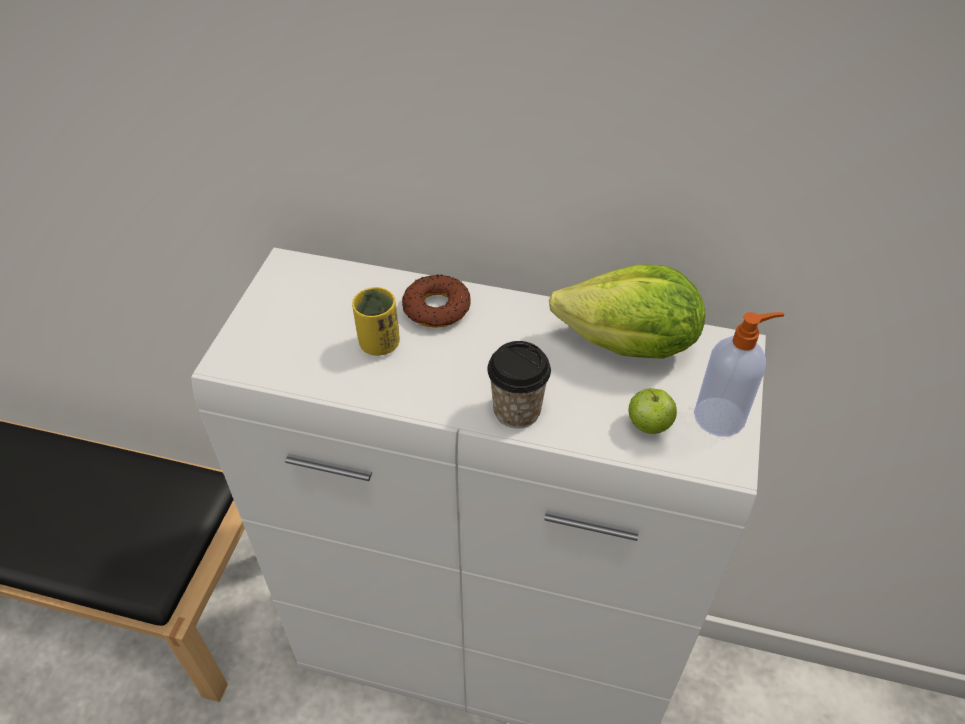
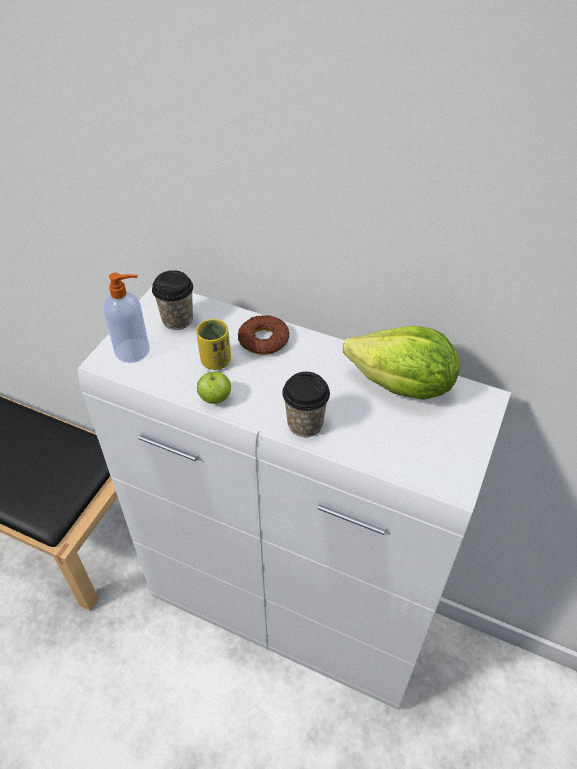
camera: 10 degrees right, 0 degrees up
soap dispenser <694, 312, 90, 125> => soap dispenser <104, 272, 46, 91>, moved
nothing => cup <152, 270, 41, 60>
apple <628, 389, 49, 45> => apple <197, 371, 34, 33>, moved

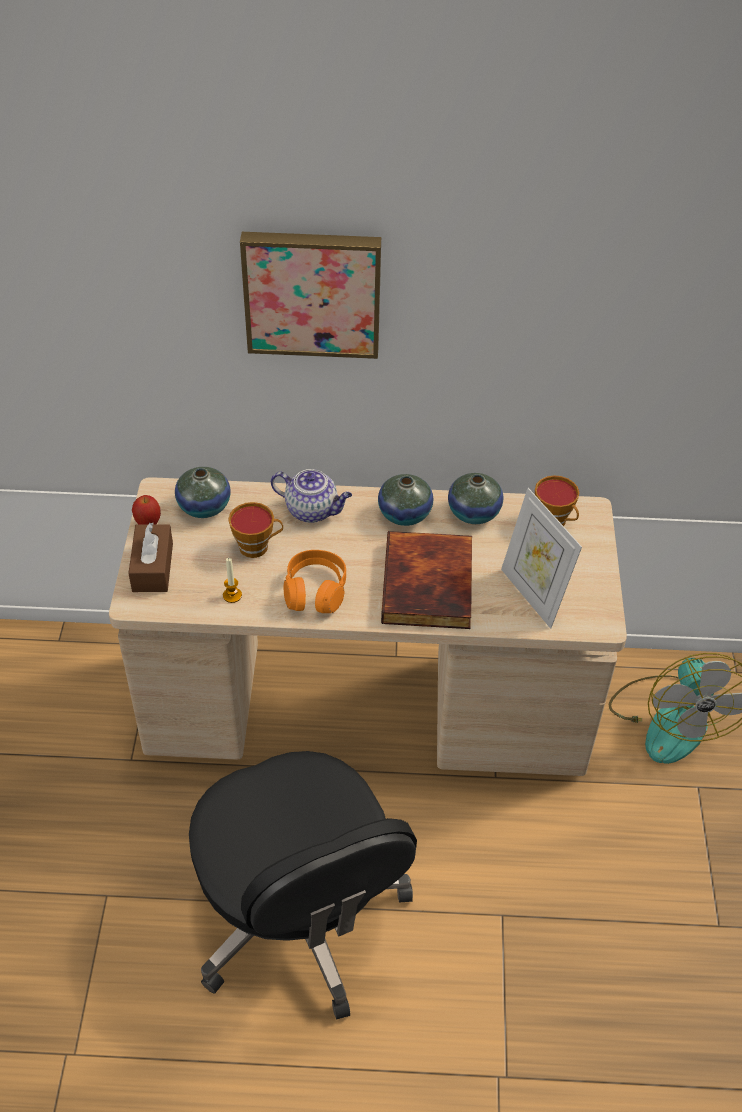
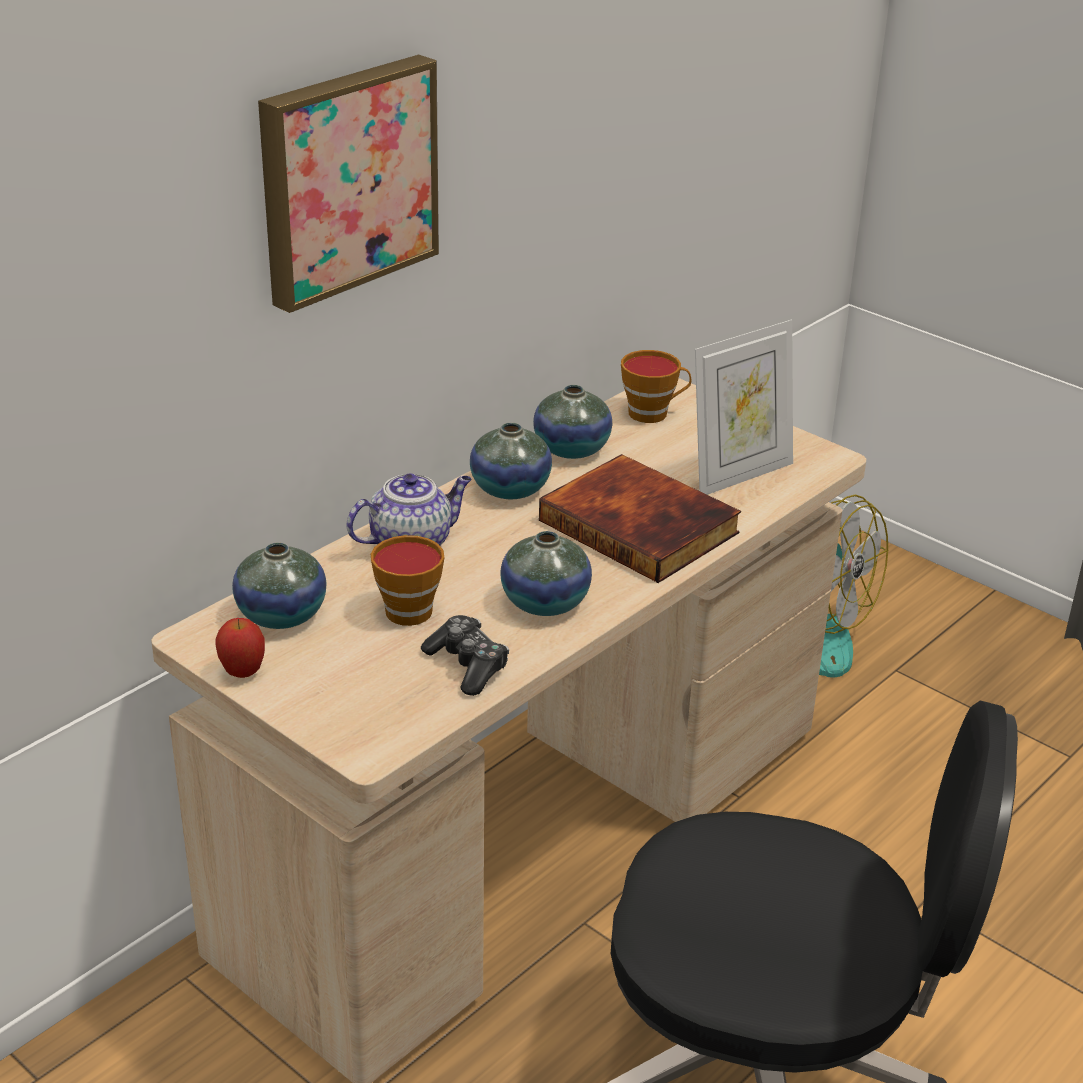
camera: 50 degrees left, 15 degrees down
candle <223, 558, 19, 45> => game controller <421, 615, 88, 81>
orange headphones <284, 550, 62, 63> => vase <500, 531, 92, 85>
picture frame <501, 488, 81, 141> => picture frame <695, 320, 98, 175>, 45 degrees counterclockwise
brown tissue box <128, 522, 45, 70> => nothing

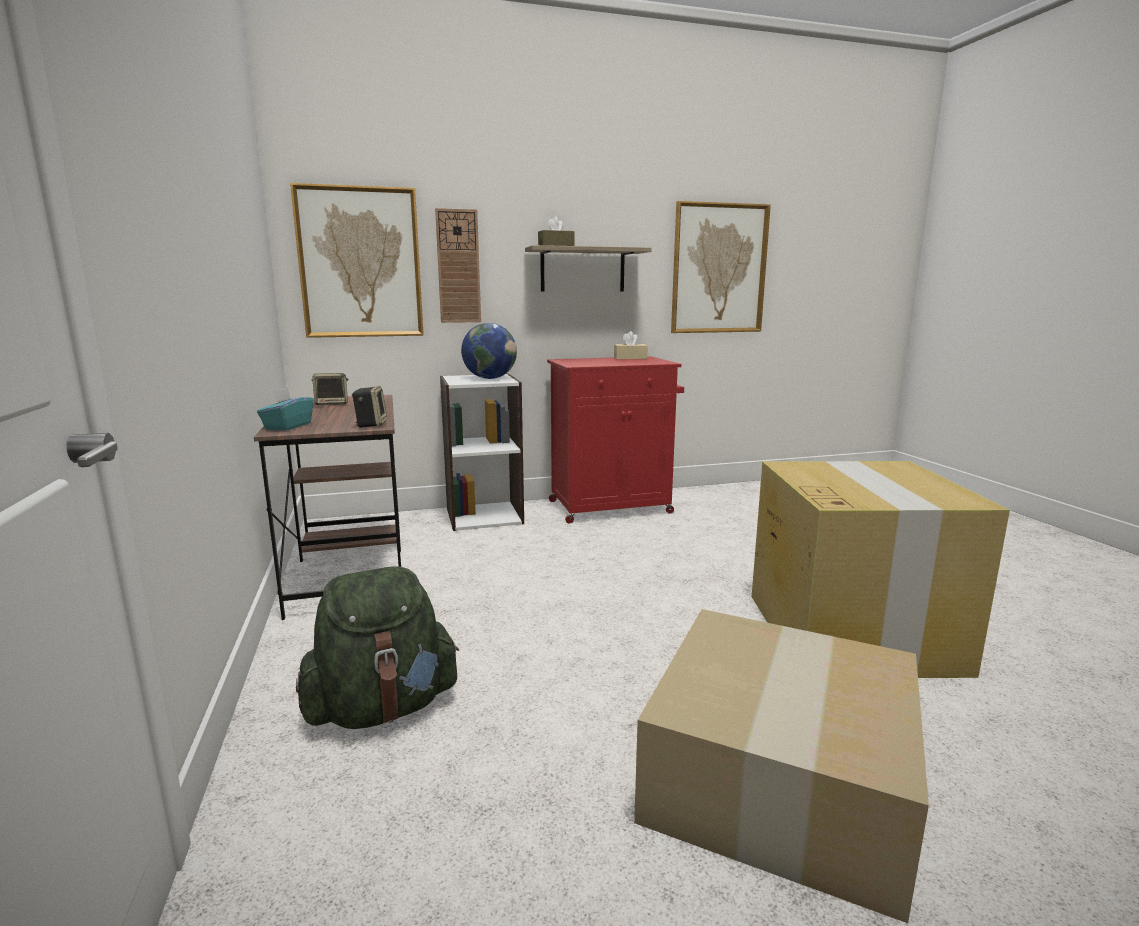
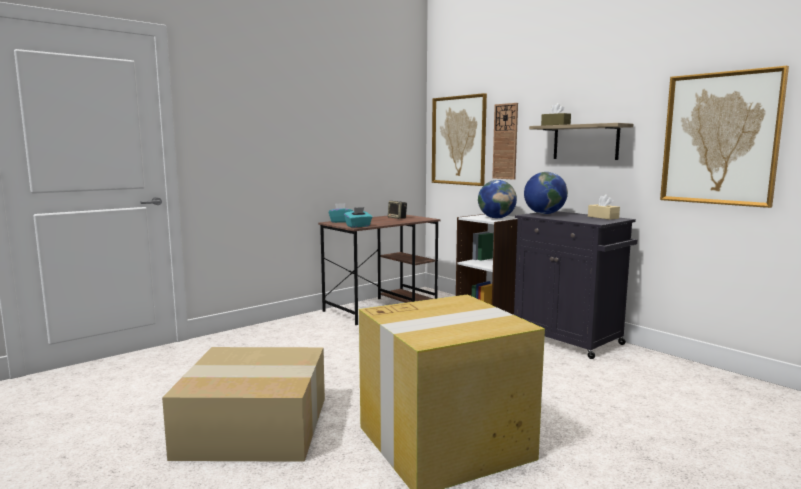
camera: 65 degrees right, 5 degrees down
speaker <352, 386, 35, 42> => turquoise tissue box <344, 207, 28, 21>
red cabinet <547, 356, 137, 167> => black cabinet <514, 211, 124, 148>
nothing => globe <524, 172, 44, 42>
green backpack <296, 566, 164, 163> => nothing

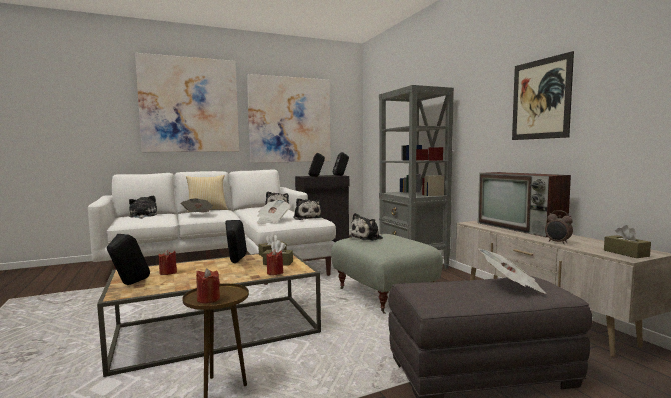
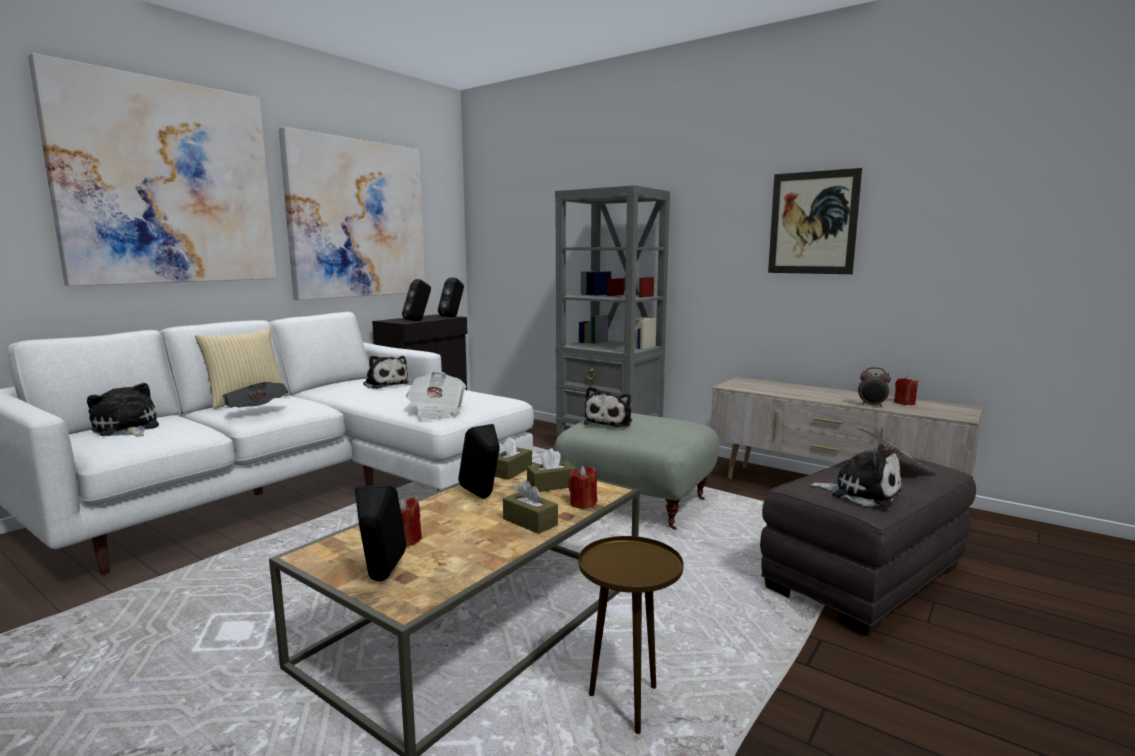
camera: 30 degrees left, 5 degrees up
brown tissue box <604, 225, 47, 33> => brown tissue box <503, 481, 55, 53>, moved
plush toy <293, 198, 28, 22> => plush toy <810, 444, 91, 64>, moved
red candle <196, 268, 24, 36> => red candle <894, 375, 25, 30>, moved
television <478, 172, 93, 65> => nothing

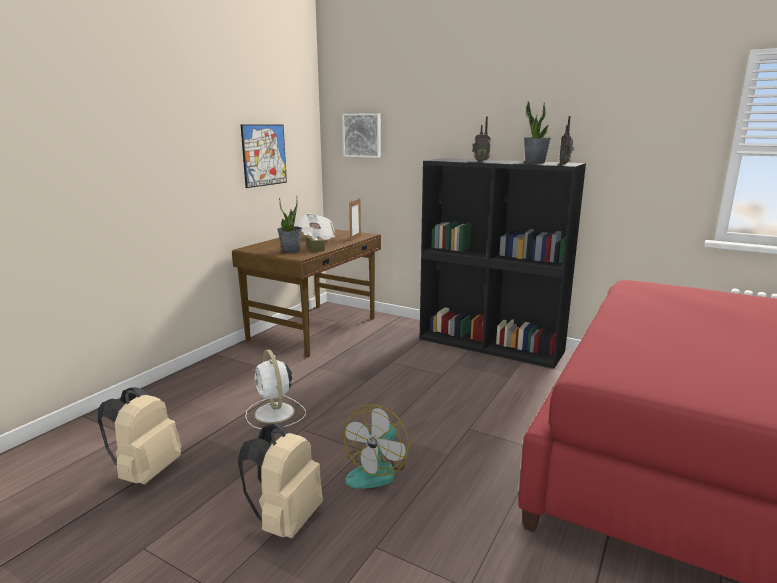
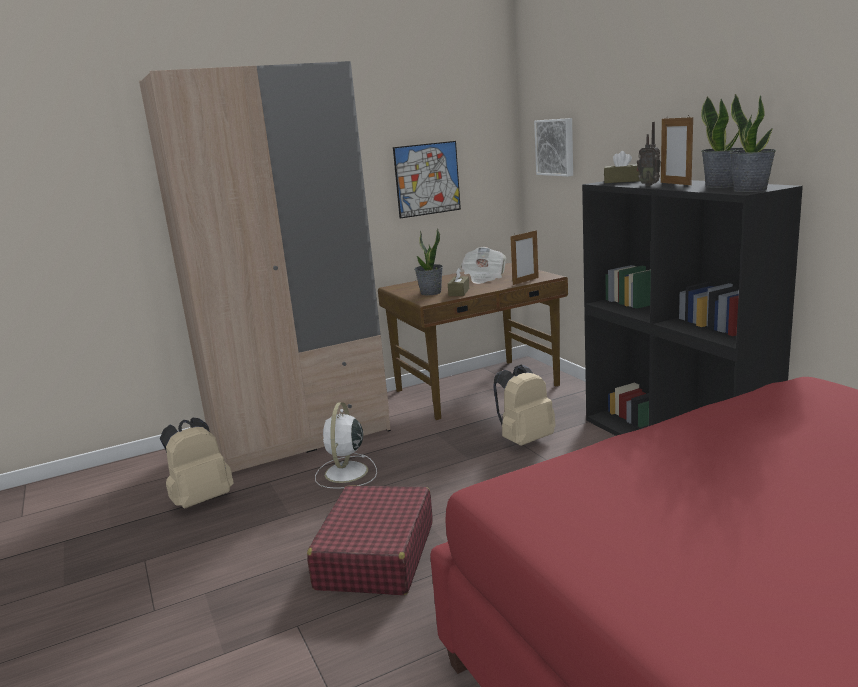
camera: 35 degrees right, 0 degrees up
nothing => beige wardrobe <139, 61, 252, 411>
fan <344, 404, 65, 85> => red suitcase <307, 485, 125, 110>
beige backpack <238, 423, 85, 115> => beige backpack <493, 365, 63, 81>, moved
nothing => brown tissue box <604, 151, 36, 32>
nothing => picture frame <661, 116, 32, 69>
radio <559, 116, 15, 49> => potted plant <730, 94, 46, 98>

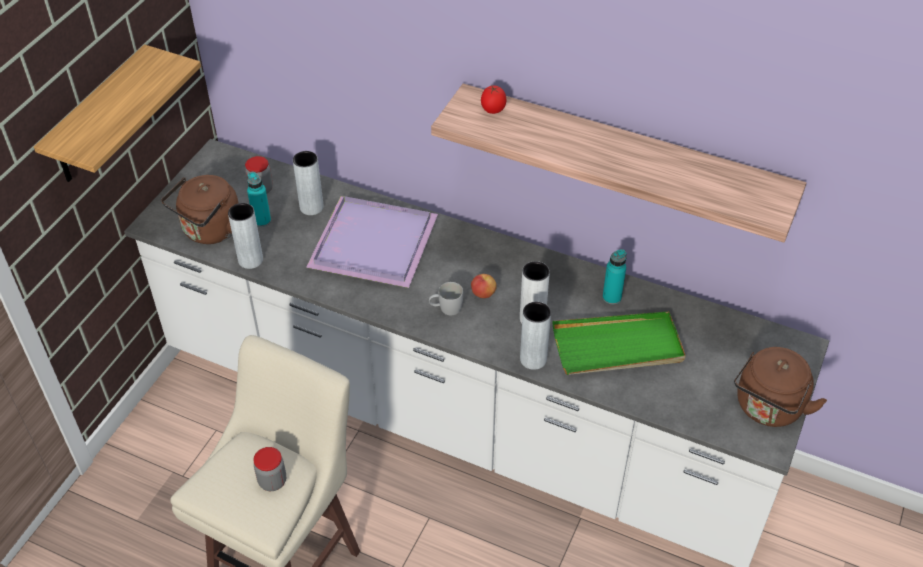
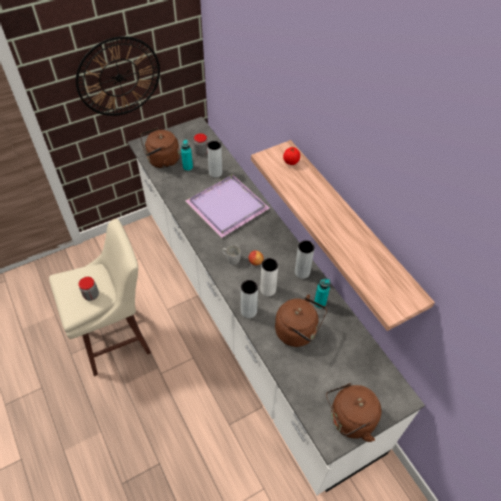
camera: 35 degrees right, 5 degrees up
shelf <34, 44, 167, 138> => wall clock <76, 36, 84, 80>
green tray <553, 311, 133, 64> => brown kettle <275, 294, 52, 53>
grey vase <228, 203, 35, 66> => grey vase <295, 240, 20, 39>, moved

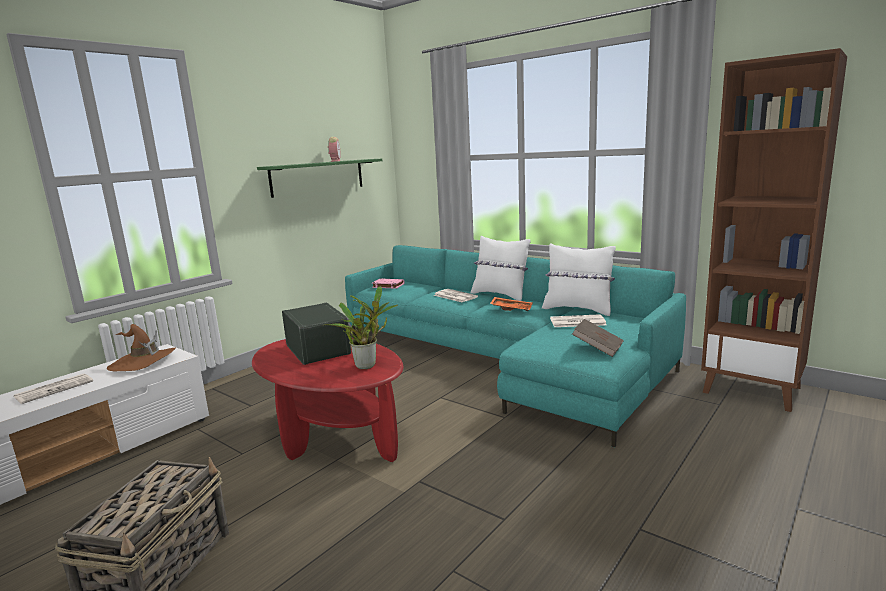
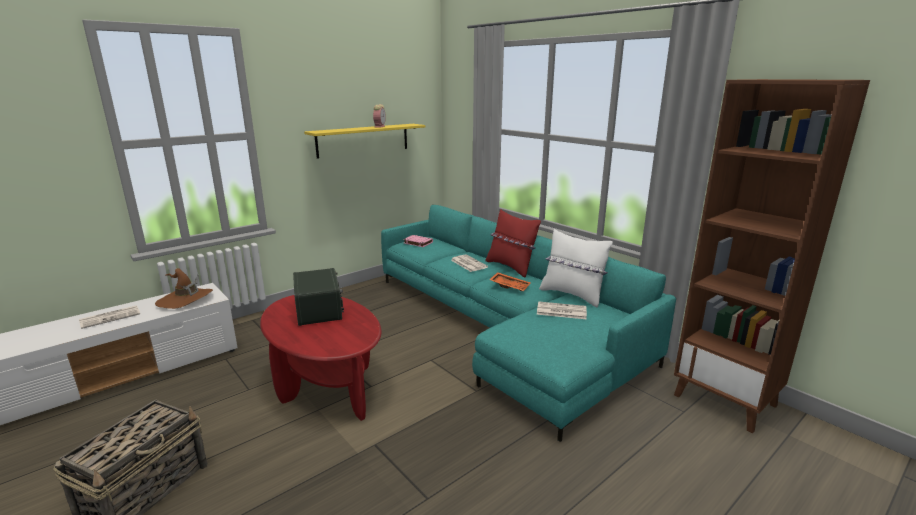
camera: 10 degrees right, 5 degrees up
green shelf <257, 159, 125, 39> => yellow shelf <304, 124, 121, 35>
white pillow <471, 236, 60, 65> => red pillow <485, 209, 56, 69>
potted plant <322, 286, 76, 83> => nothing
brown book <572, 319, 52, 38> => nothing

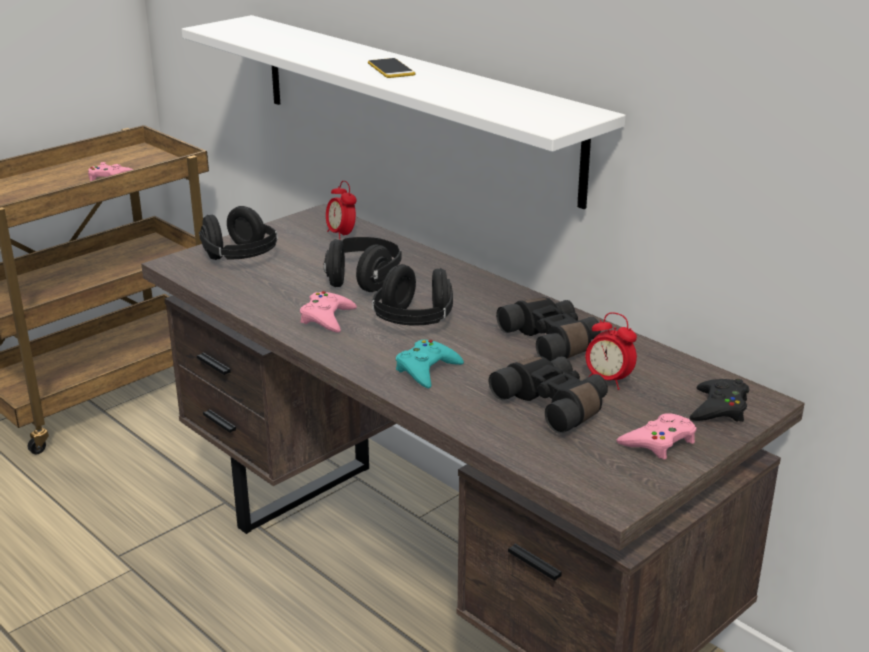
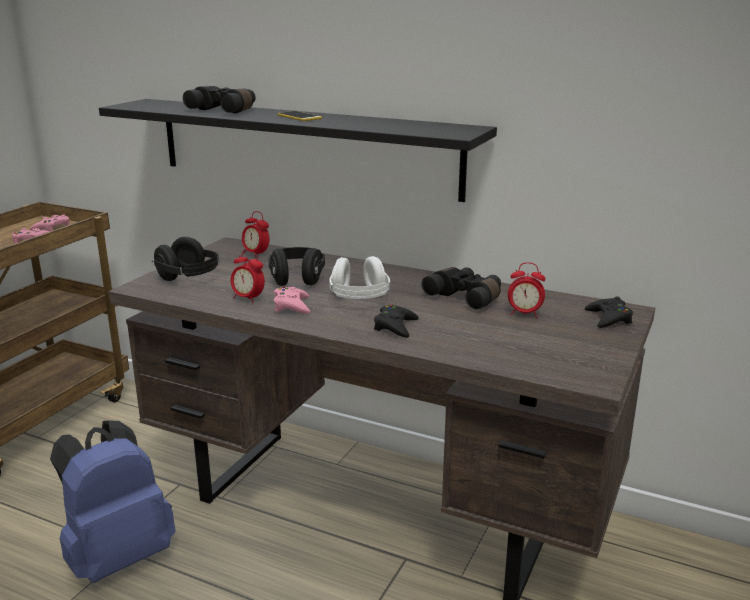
camera: 20 degrees left, 5 degrees down
pink game controller <617, 413, 79, 47> => pink game controller <30, 215, 40, 17>, moved
nothing => blue backpack <50, 421, 126, 162>
white shelf <182, 15, 444, 194> => black shelf <99, 99, 398, 103>
black binoculars <489, 356, 119, 78> => black binoculars <183, 86, 73, 27>, moved
nothing => alarm clock <231, 249, 34, 54>
black headphones <372, 264, 81, 61> => white headphones <329, 256, 61, 43>
turquoise game controller <396, 340, 68, 48> => black game controller <374, 305, 45, 33>

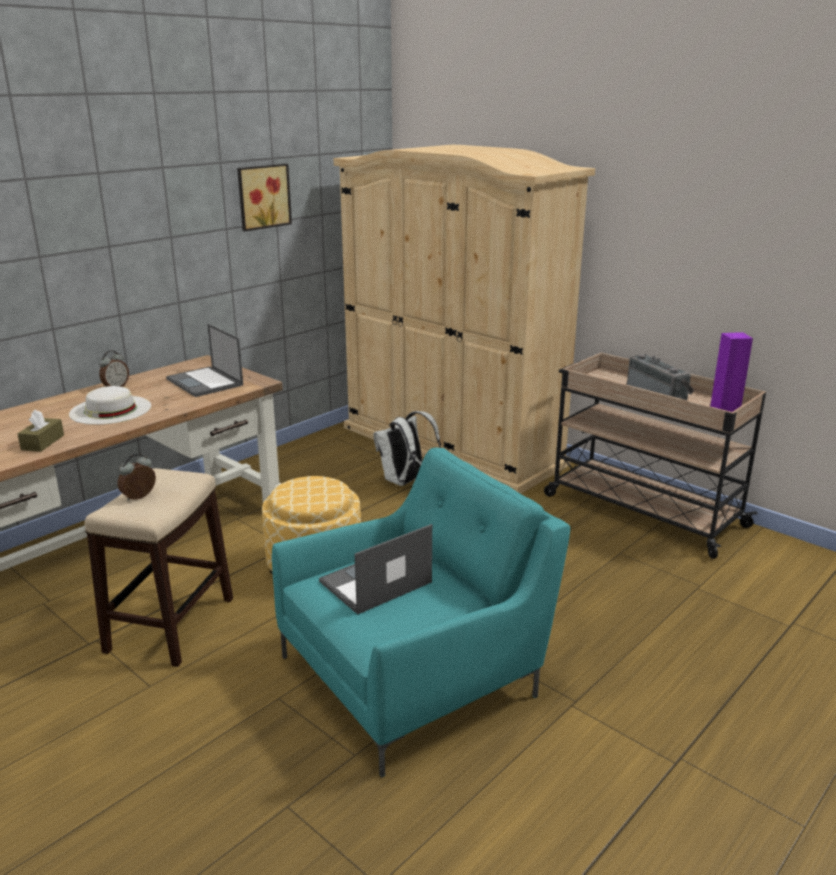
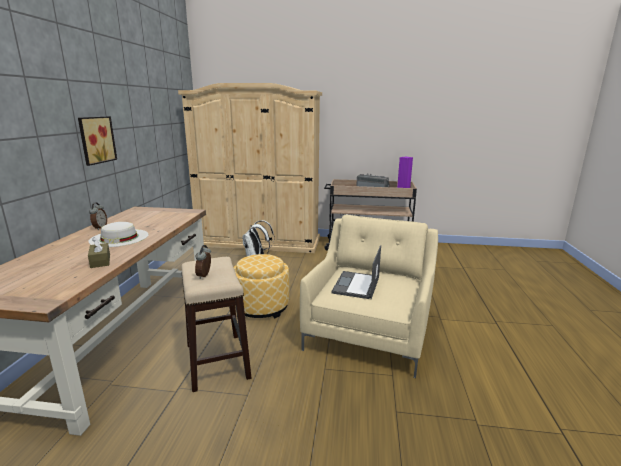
camera: 35 degrees left, 5 degrees down
picture <237, 164, 55, 67> => picture <78, 116, 39, 50>, moved
turquoise armchair <272, 448, 299, 330> => beige armchair <300, 215, 138, 163>
laptop <166, 324, 77, 73> => nothing

